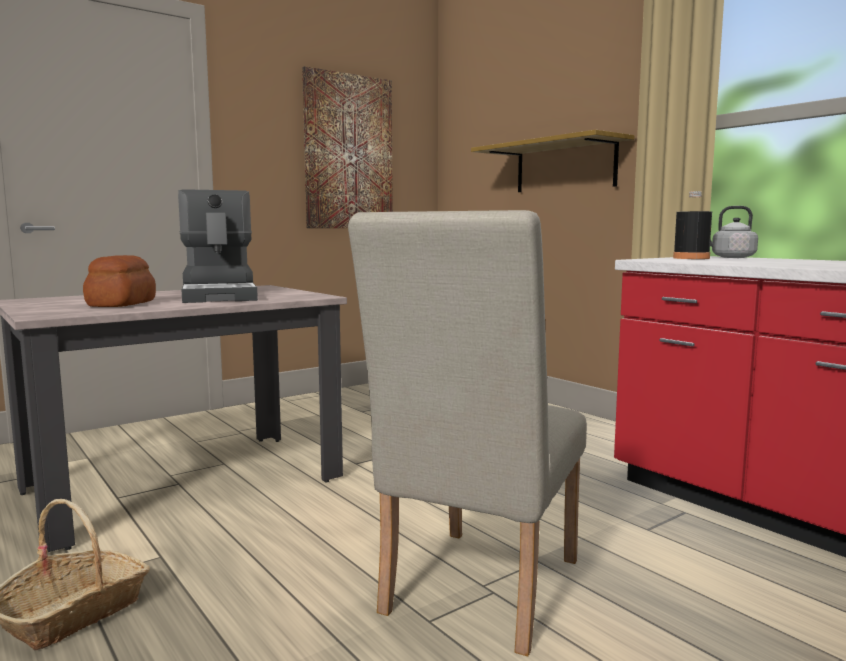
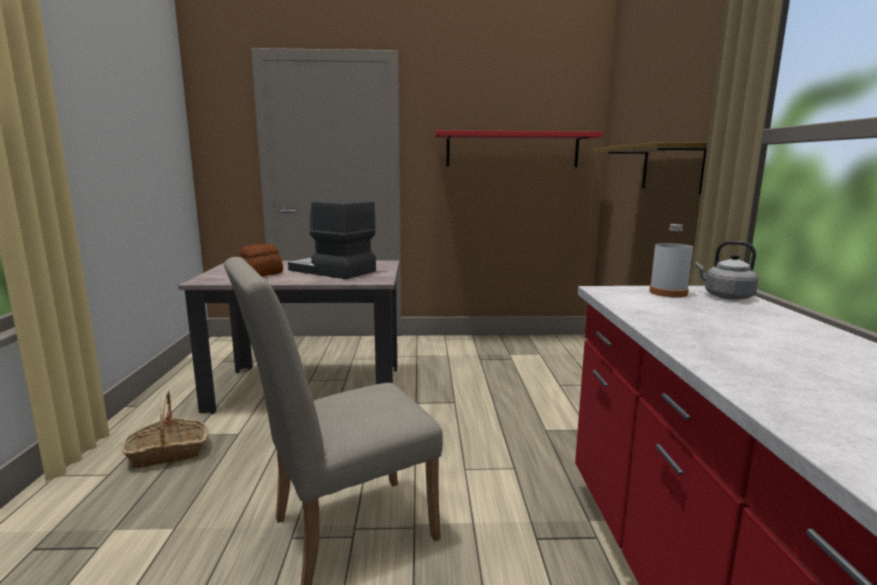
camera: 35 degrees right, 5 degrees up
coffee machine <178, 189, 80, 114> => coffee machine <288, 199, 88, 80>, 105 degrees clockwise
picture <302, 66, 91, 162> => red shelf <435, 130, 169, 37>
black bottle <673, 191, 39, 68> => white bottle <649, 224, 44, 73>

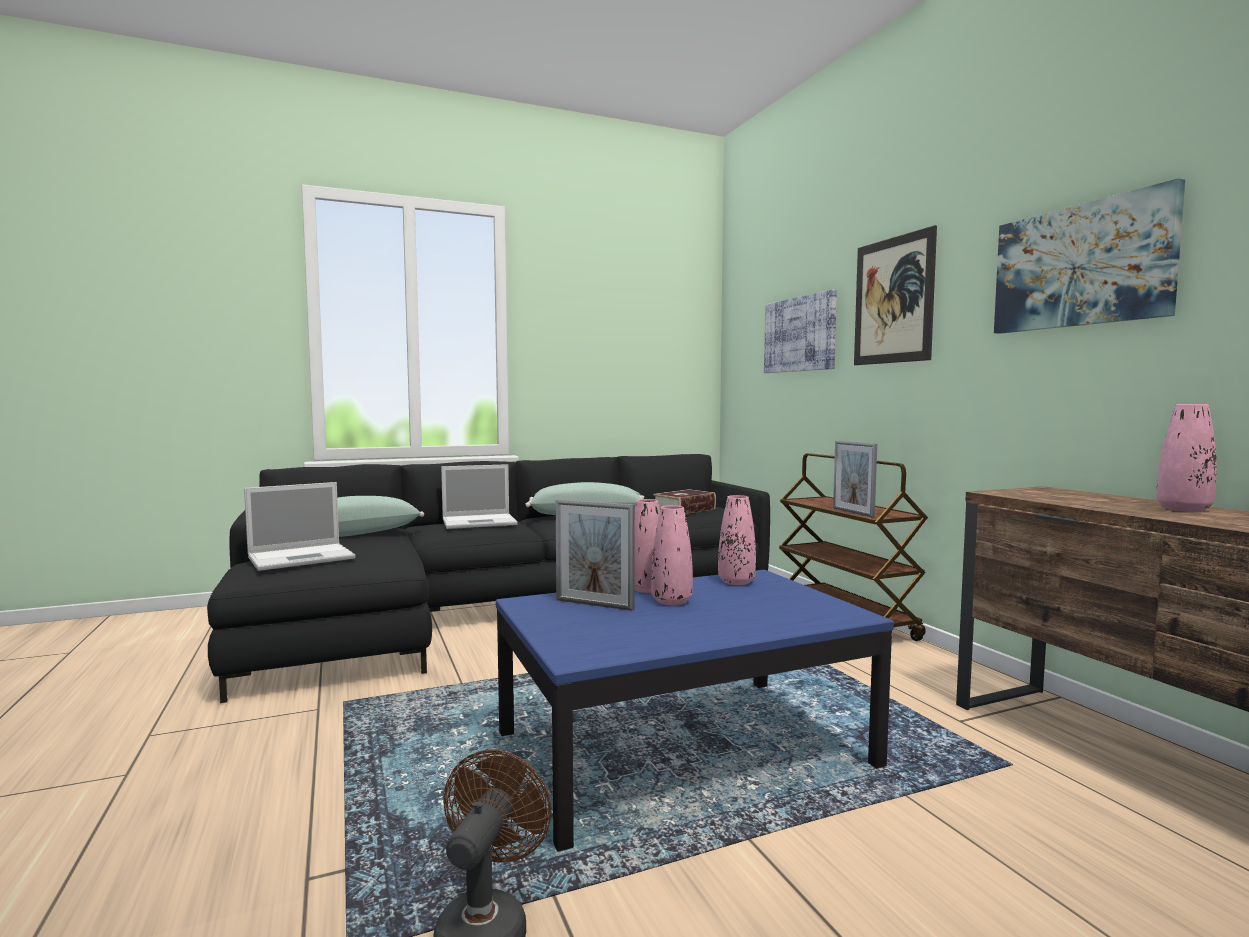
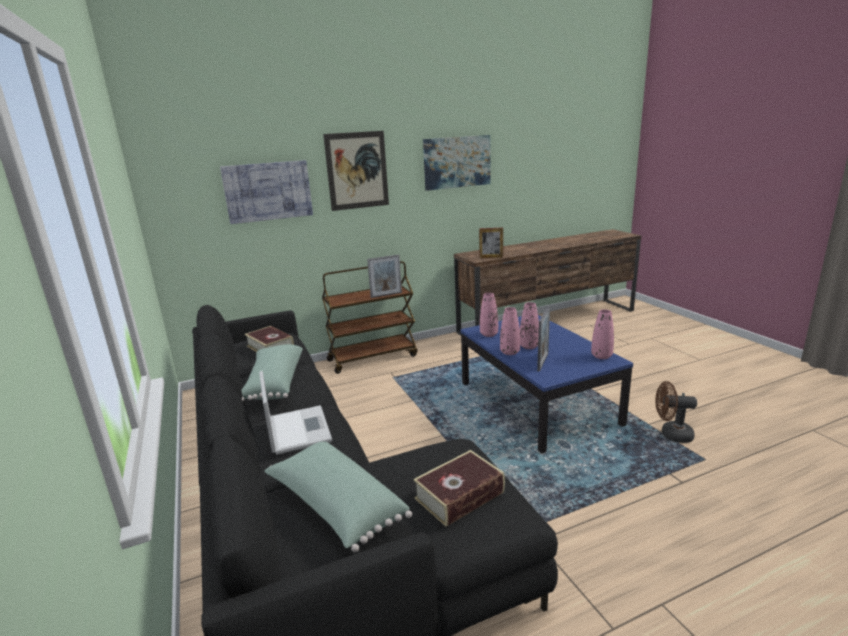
camera: 90 degrees left, 15 degrees up
laptop <244, 482, 111, 89> => book <413, 450, 92, 77>
nothing => picture frame <479, 228, 24, 30>
pink vase <1156, 404, 60, 108> => pink vase <591, 309, 23, 50>, moved

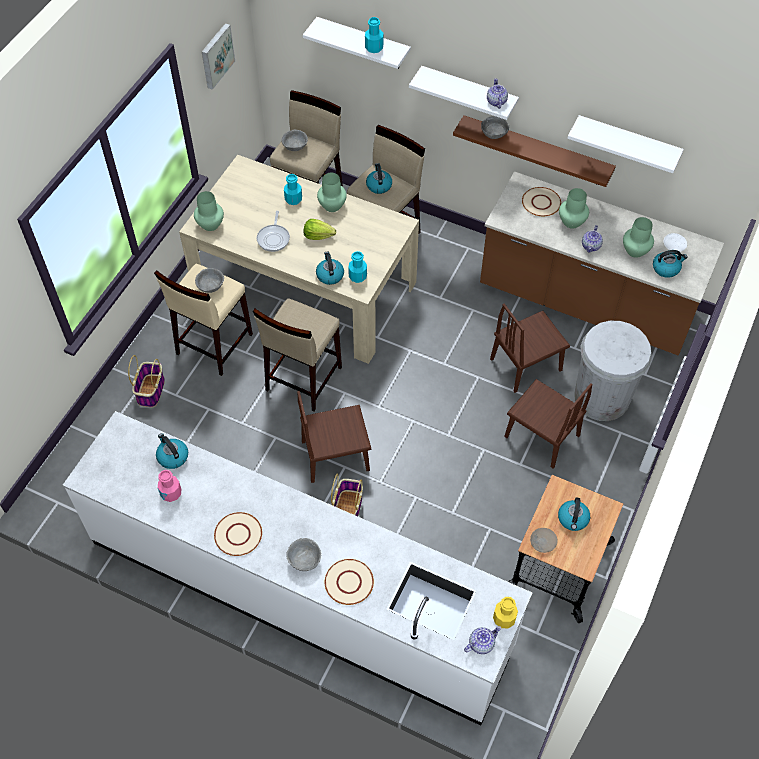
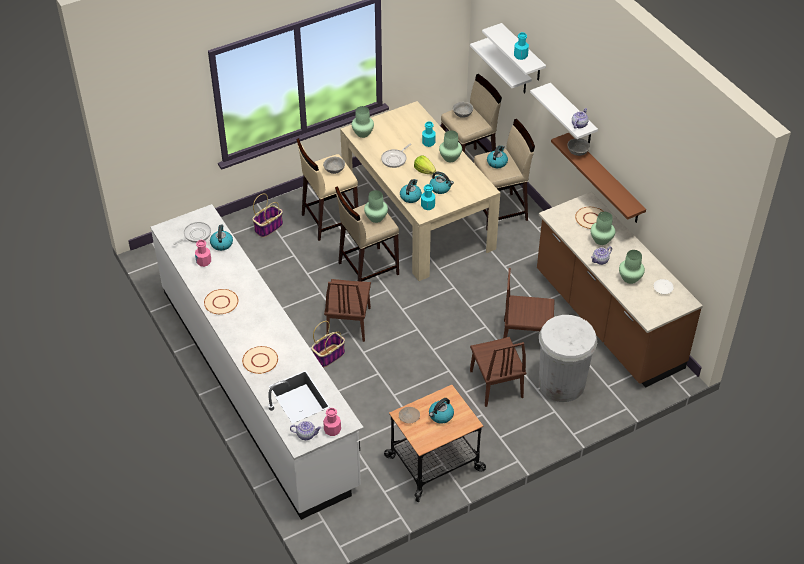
camera: 35 degrees right, 10 degrees down
nothing => frying pan <173, 222, 38, 23>
yellow bottle <493, 597, 25, 31> => pink bottle <323, 408, 18, 28>
brown chair <297, 391, 74, 92> => brown chair <324, 279, 47, 63>, 105 degrees counterclockwise
nothing => green vase <364, 190, 24, 33>
kettle <653, 250, 35, 28> => kettle <430, 172, 24, 22>, moved
white shelf <567, 115, 117, 58> => white shelf <470, 38, 62, 56>, moved
picture <202, 23, 33, 67> => nothing
grey bowl <286, 538, 35, 33> => nothing

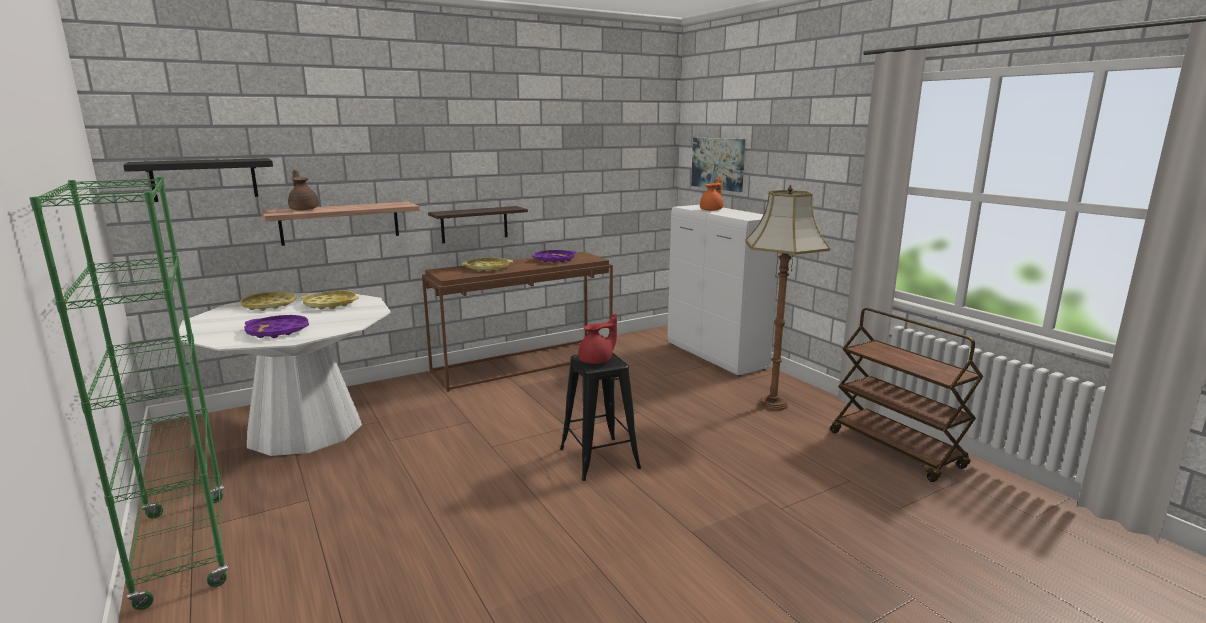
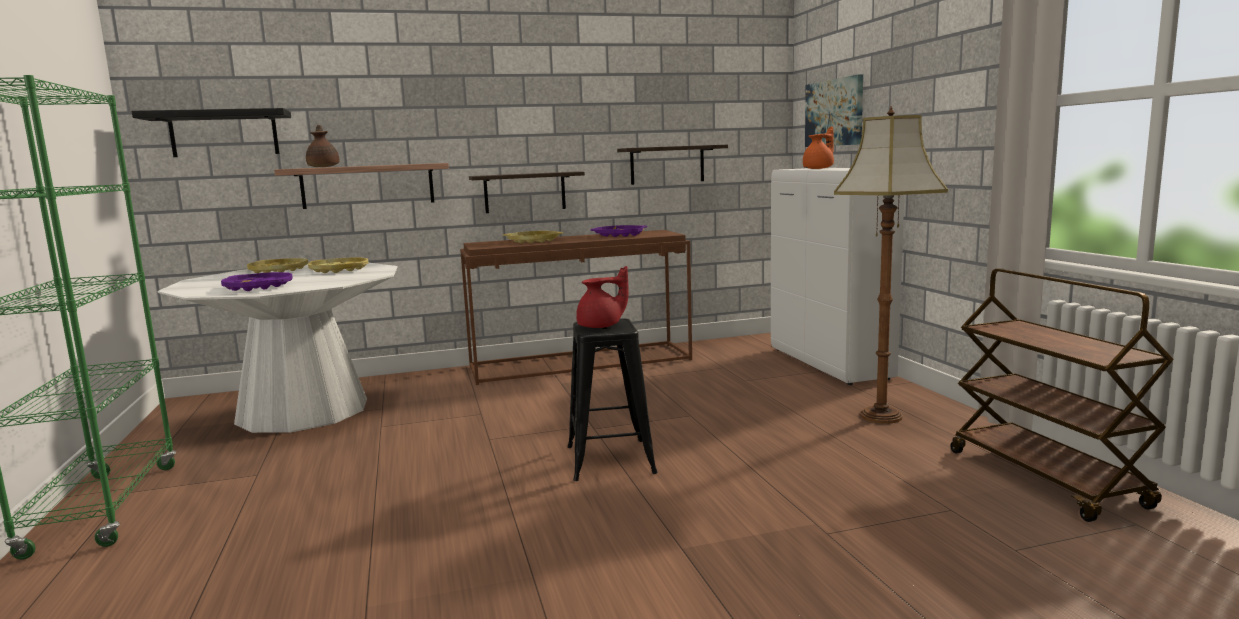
camera: 15 degrees right, 5 degrees down
nothing => shelf <617, 145, 111, 40>

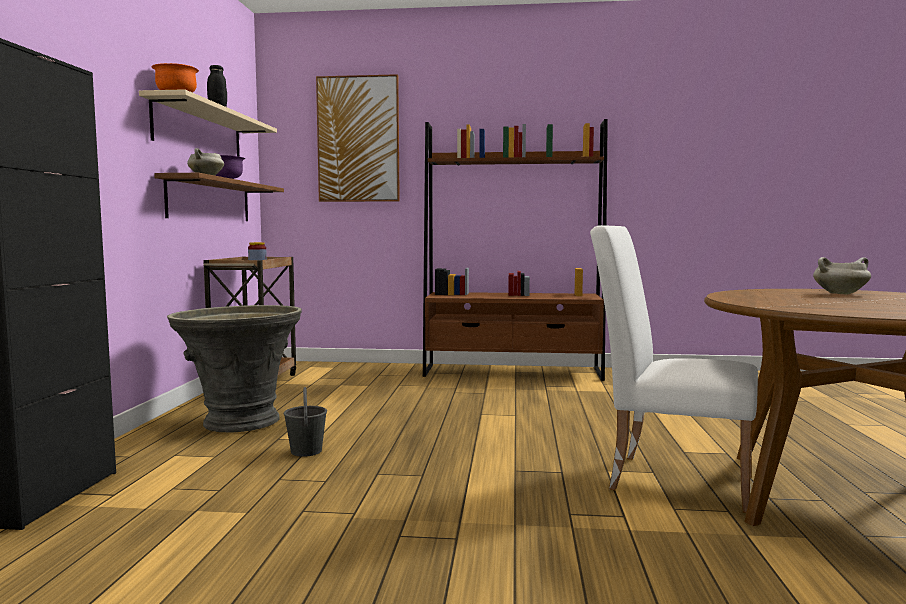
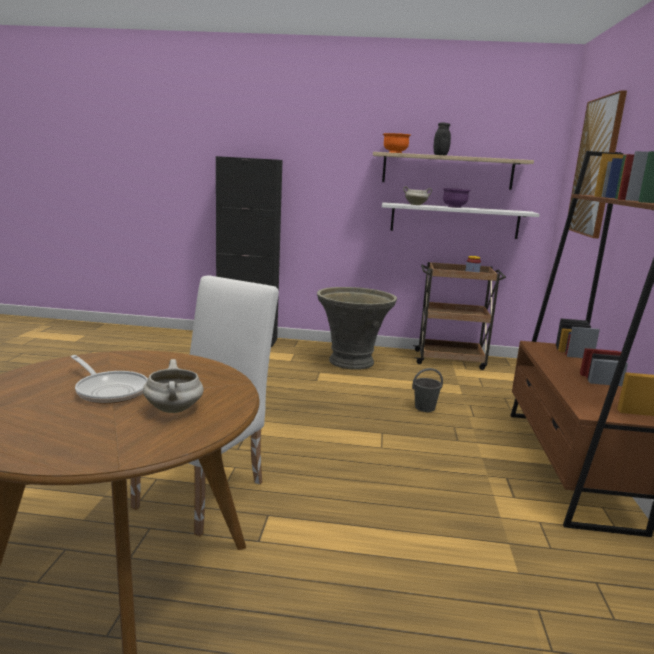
camera: 90 degrees right, 10 degrees up
nothing => frying pan <70, 355, 78, 49>
brown shelf <154, 173, 130, 48> => white shelf <382, 202, 157, 37>
grey bucket <284, 387, 43, 70> => grey bucket <412, 368, 31, 44>, moved

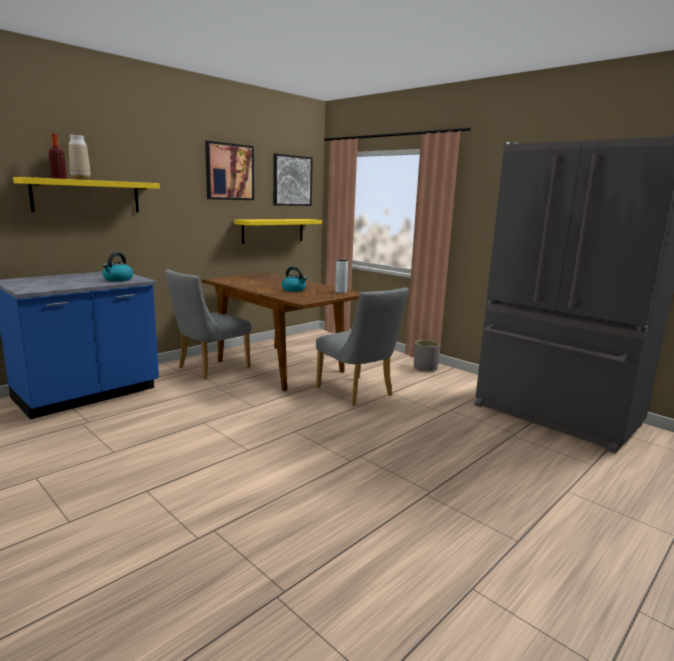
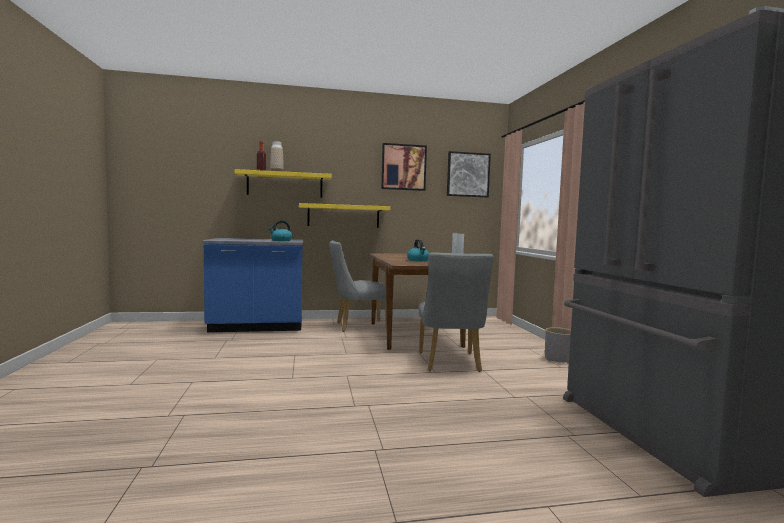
camera: 35 degrees right, 10 degrees down
yellow shelf <234, 219, 88, 25> => yellow shelf <299, 203, 92, 25>, moved

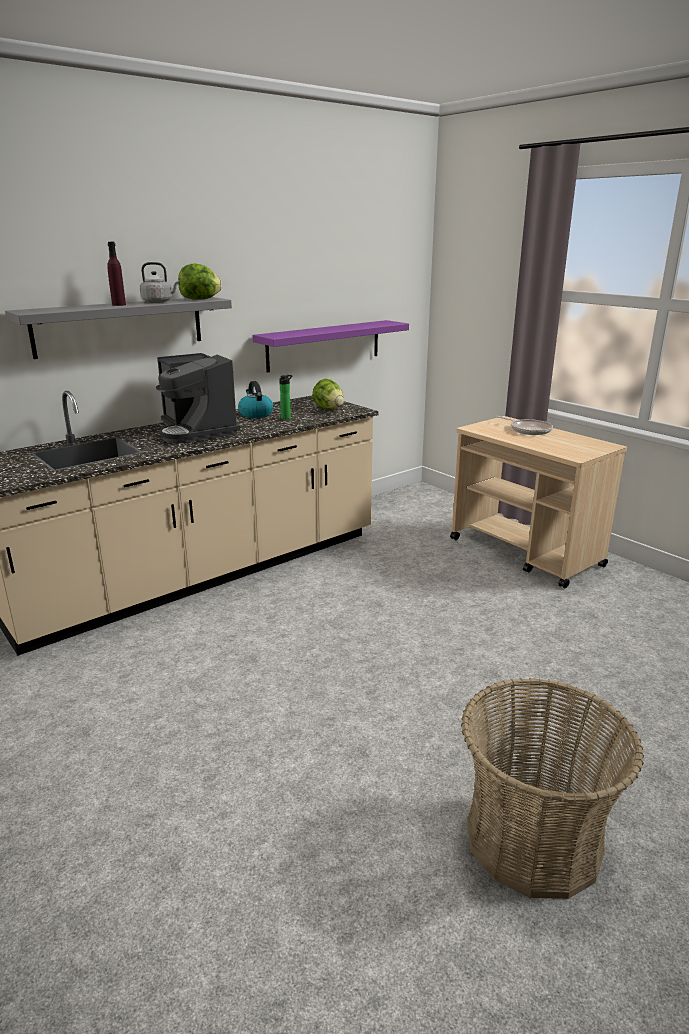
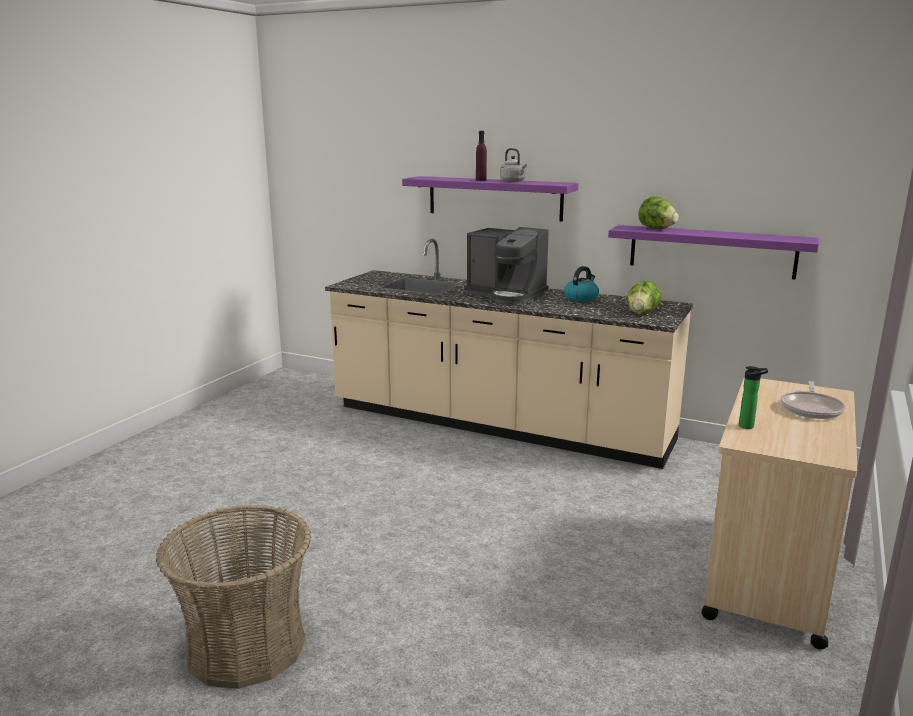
camera: 65 degrees right, 5 degrees down
grey shelf <5, 297, 227, 62> => purple shelf <402, 176, 176, 46>
coffee machine <156, 353, 84, 90> => coffee machine <464, 227, 85, 77>, 90 degrees counterclockwise
lettuce <178, 264, 44, 36> => lettuce <638, 196, 40, 33>, moved
bottle <279, 375, 13, 44> => bottle <739, 366, 29, 63>, moved

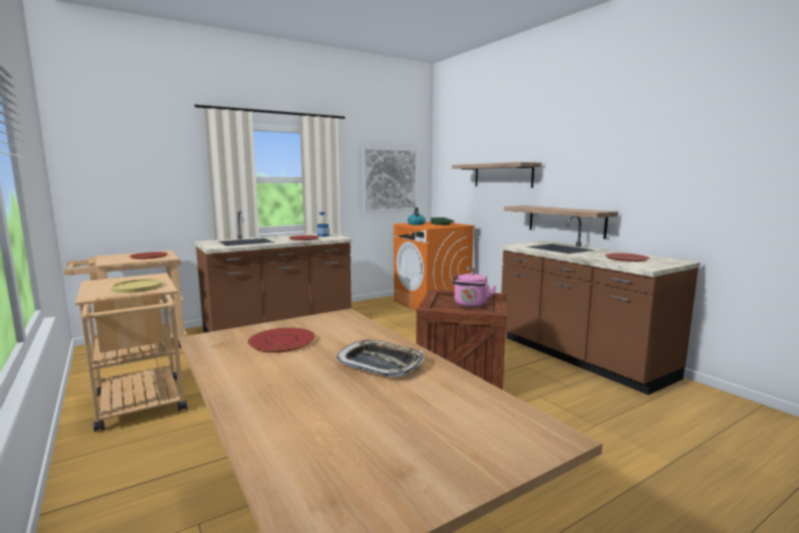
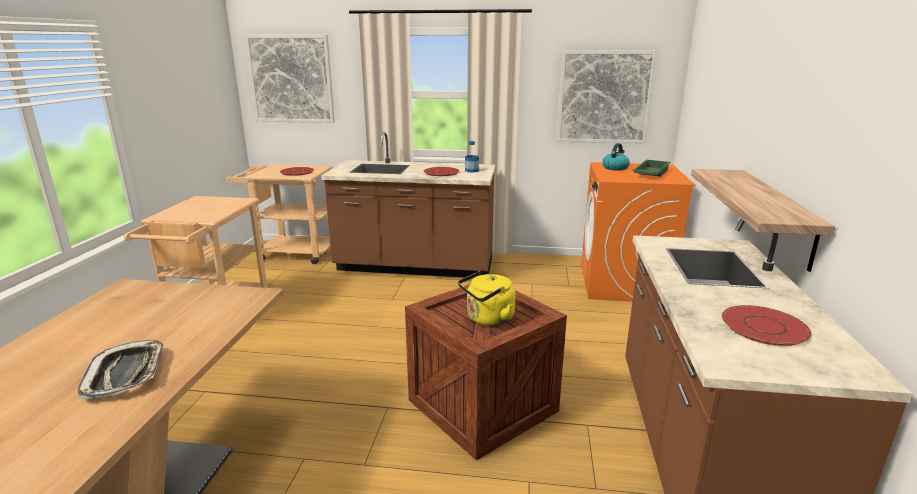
camera: 40 degrees right, 10 degrees up
nothing => picture <245, 35, 90, 88>
pink kettle <452, 272, 44, 35> => yellow kettle <458, 271, 58, 55>
yellow plate <111, 279, 51, 14> => nothing
red plate <248, 327, 67, 26> => nothing
shelf <452, 162, 90, 26> => nothing

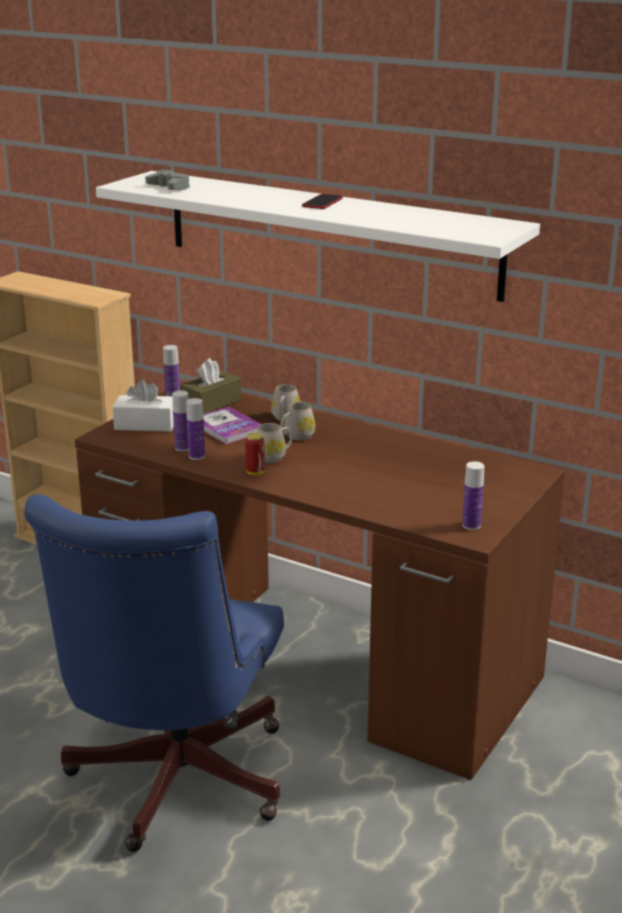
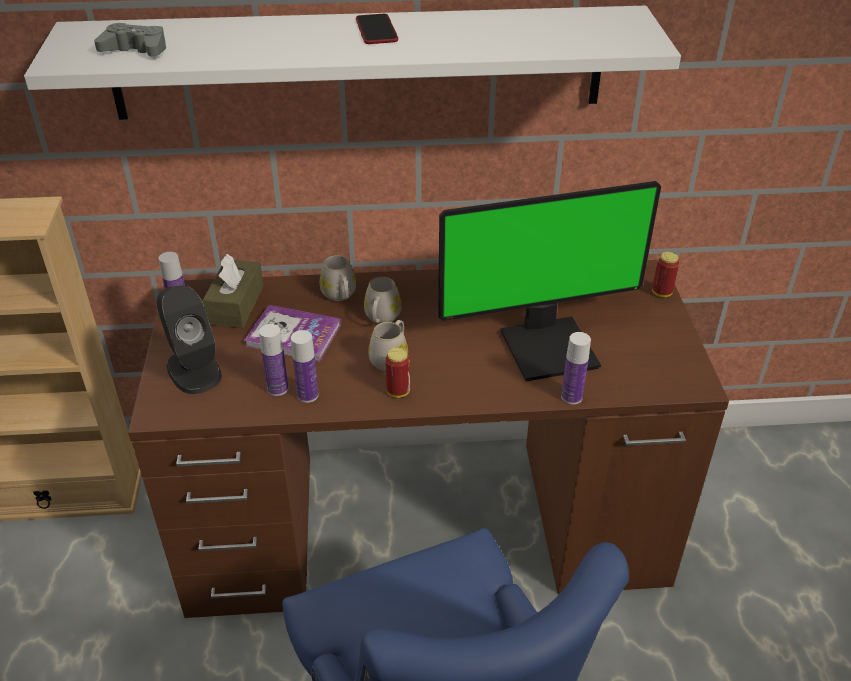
camera: 35 degrees left, 15 degrees up
white tissue box <113, 379, 61, 53> => black speaker <157, 286, 65, 108>
nothing => monitor <438, 181, 223, 200>
bottle <462, 461, 22, 69> => bottle <561, 332, 30, 72>, moved
nothing => can <652, 252, 27, 45>

